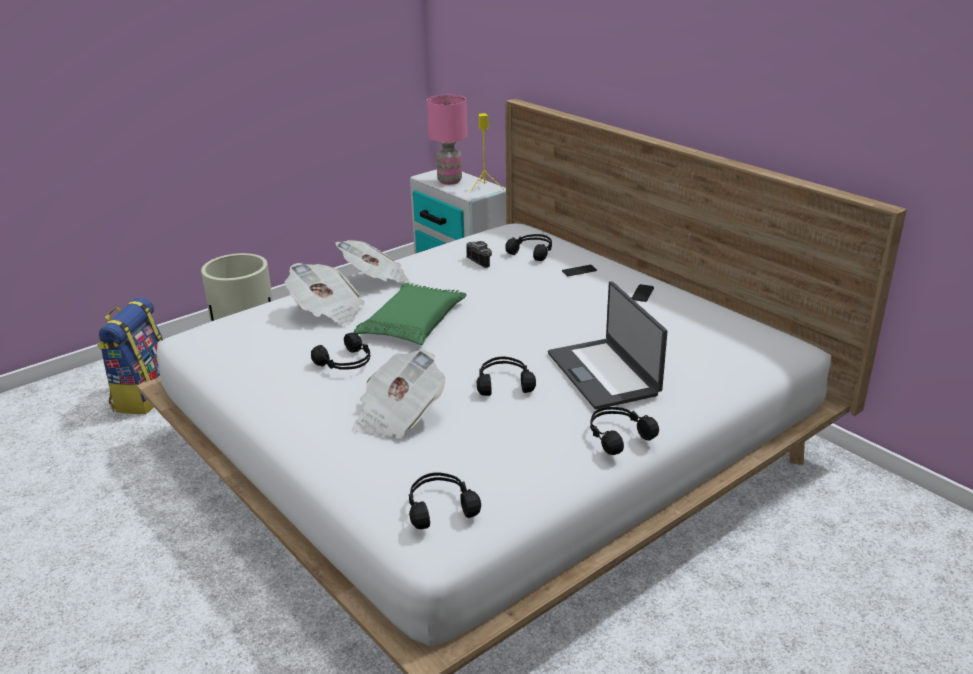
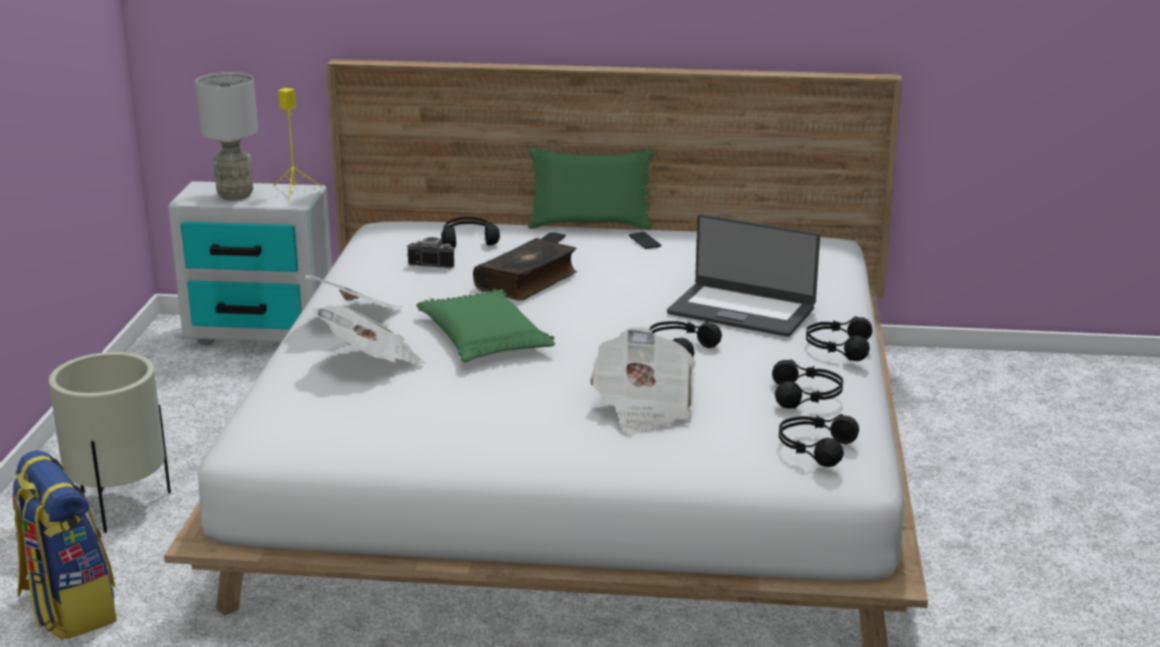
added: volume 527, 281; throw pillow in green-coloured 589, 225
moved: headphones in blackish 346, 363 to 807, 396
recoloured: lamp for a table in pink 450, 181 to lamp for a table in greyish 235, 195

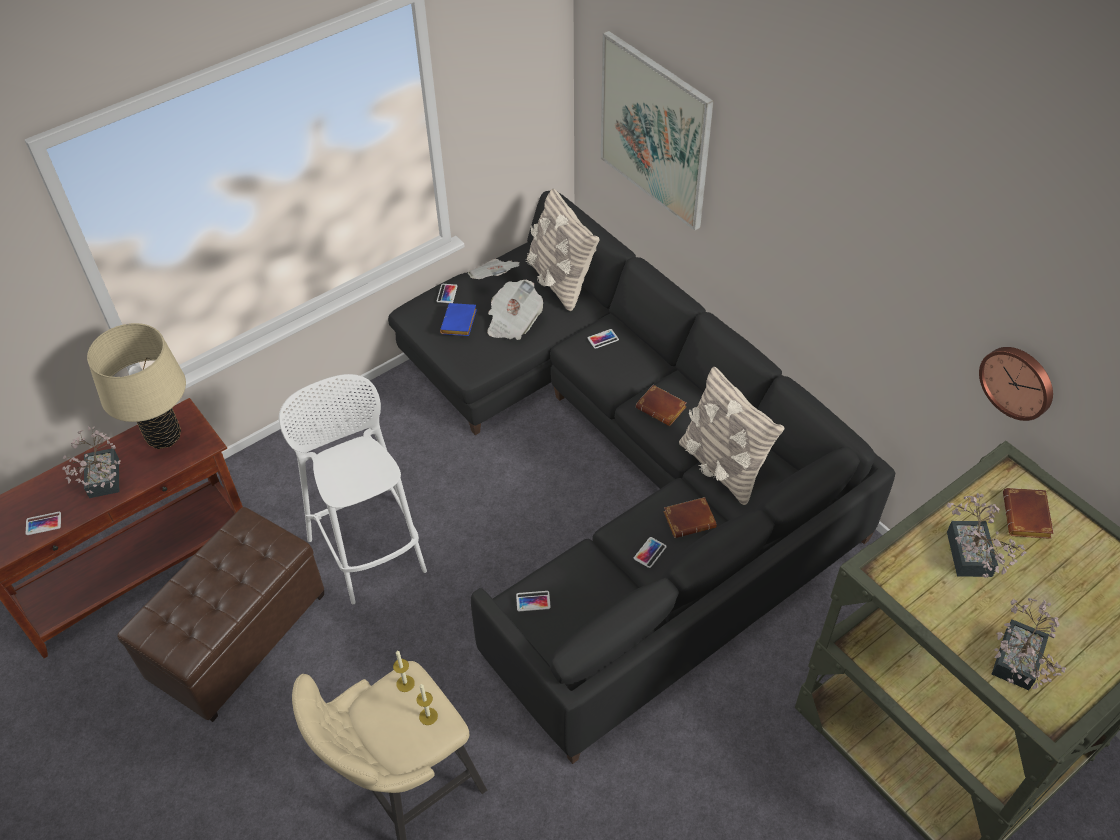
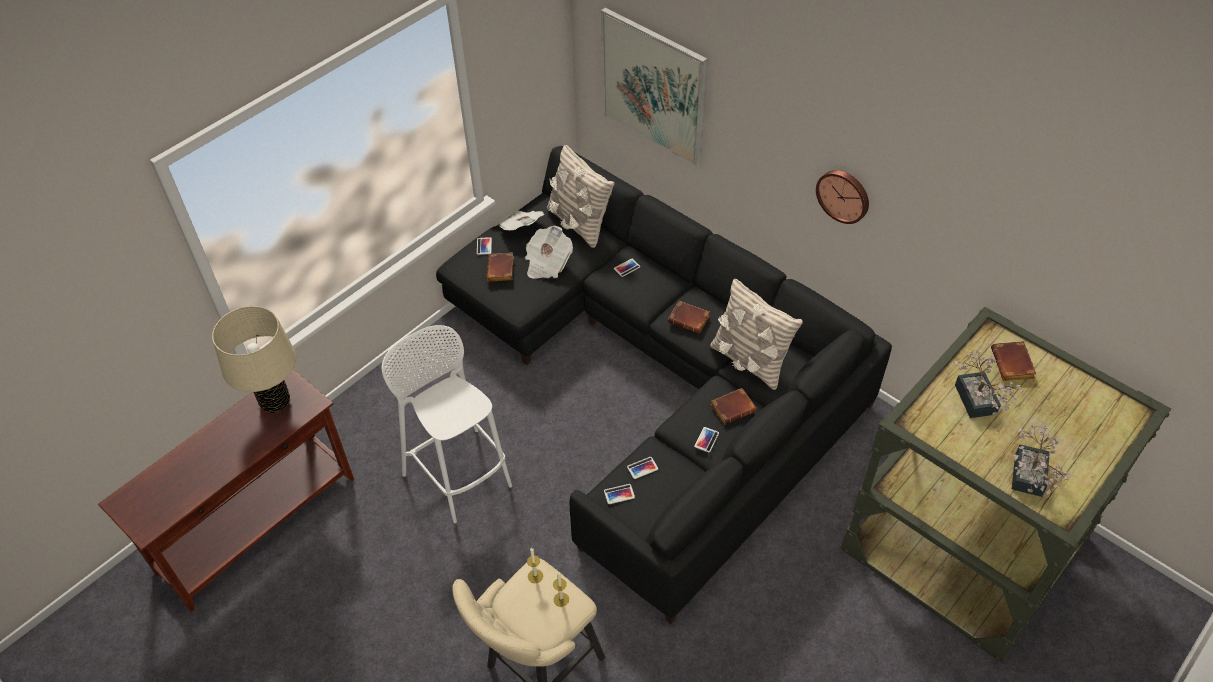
removed: houseplant 103, 483; pouffe in brown-coloured 238, 636
moved: telephone 43, 523 to 642, 468; wall clock 1018, 381 to 844, 195
recoloured: volume in blue 460, 323 to volume in brown-coloured 501, 270

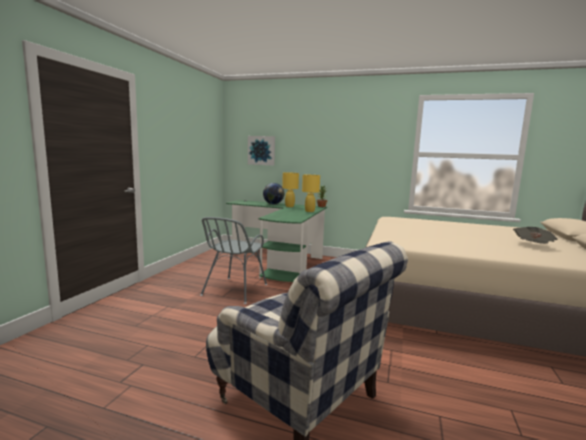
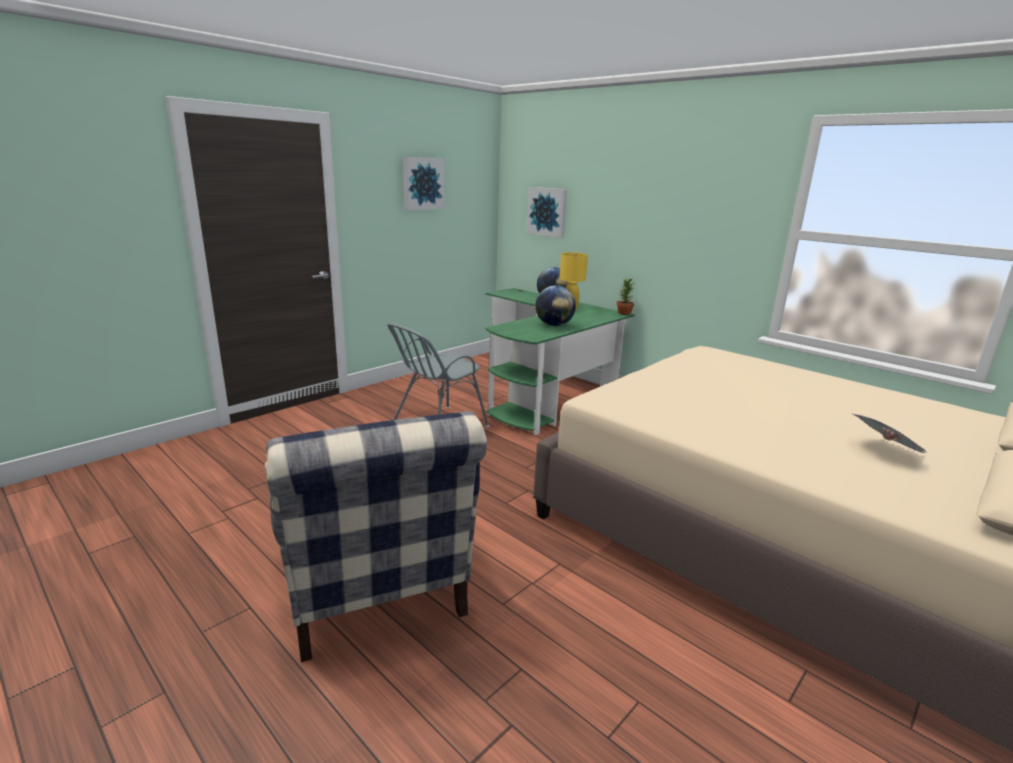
removed: lamp for a table in yellowish 309, 211
added: wall art 423, 183; globe 554, 325

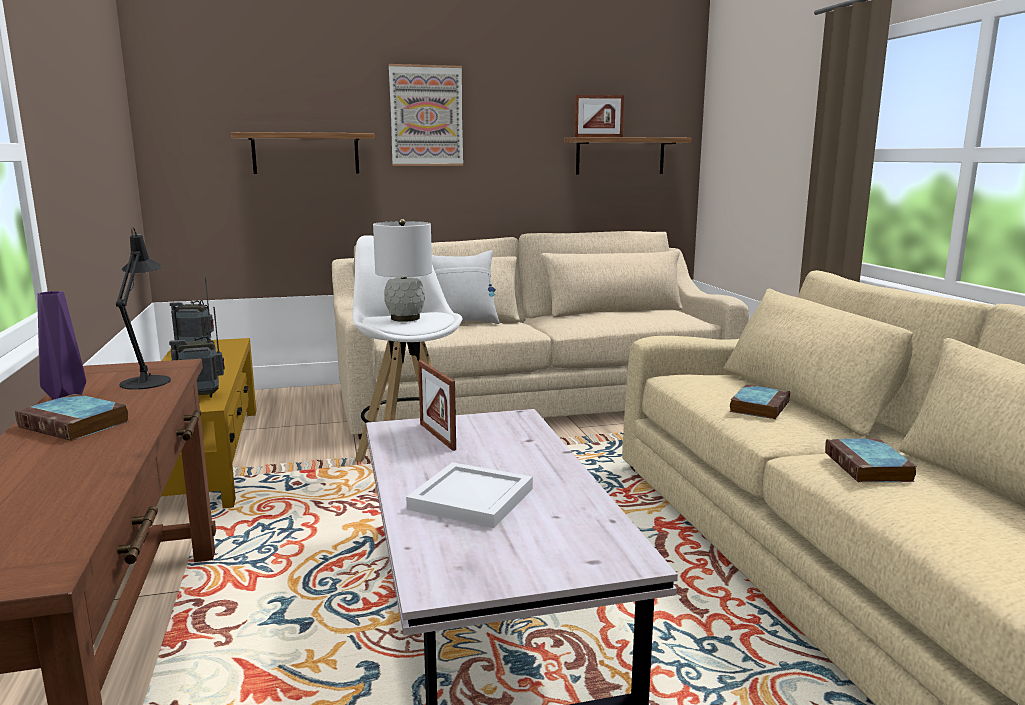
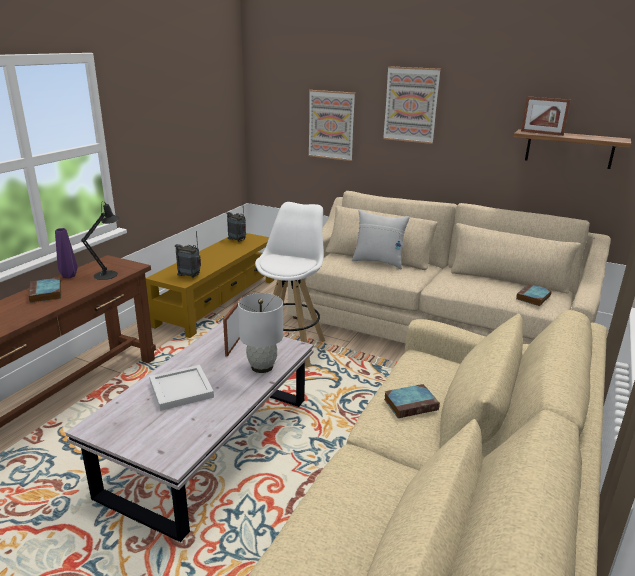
moved: lamp for a table in white 405, 318 to 262, 367; volume 869, 467 to 533, 298
replaced: wall shelf 306, 153 to wall art 331, 125

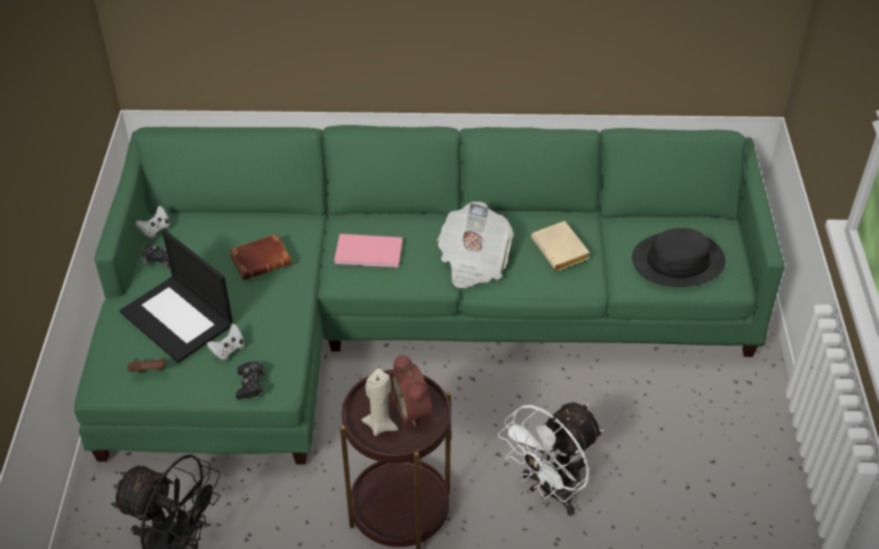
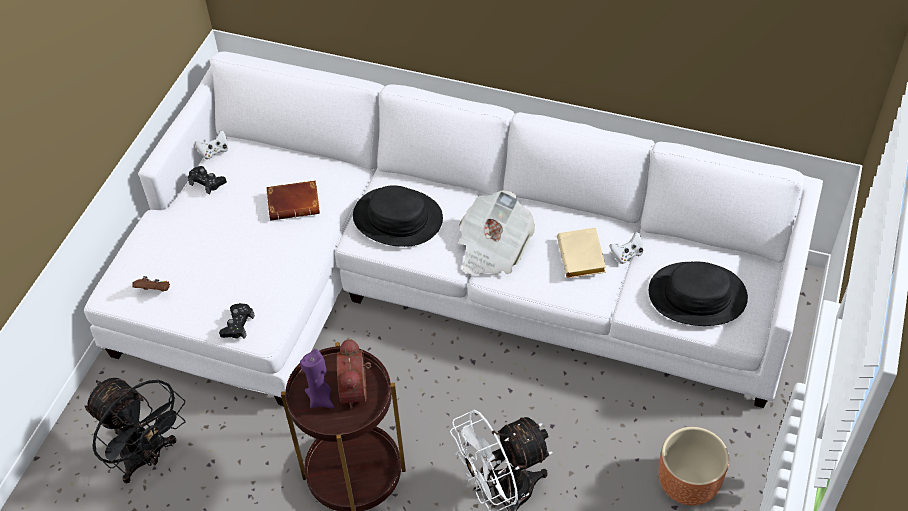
removed: notebook computer 178, 318
added: planter in brown-coloured 689, 484
moved: game controller in white 228, 350 to 627, 255
replaced: volume in pink 370, 253 to wearable hat in blackish 397, 218
recoloured: couch in green-coloured 401, 313 to couch in white 432, 278; wax candle in beige 380, 425 to wax candle in purplish 321, 399

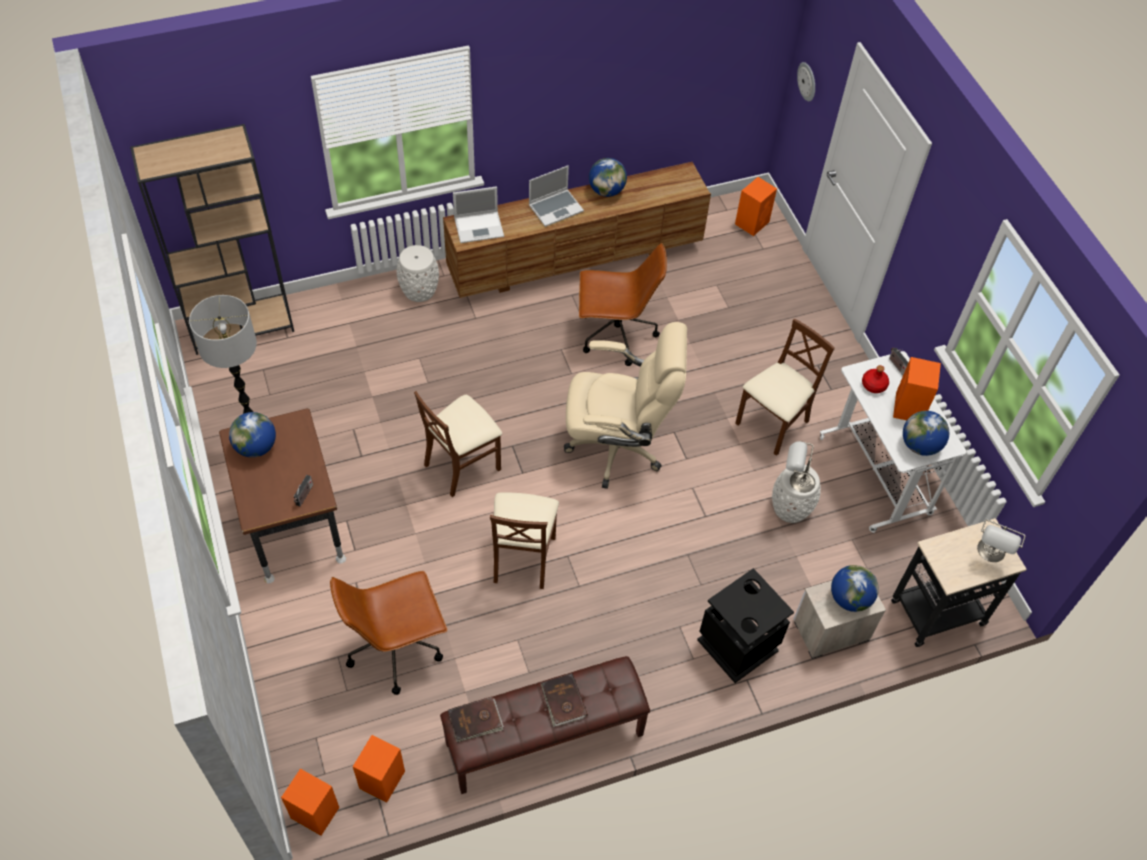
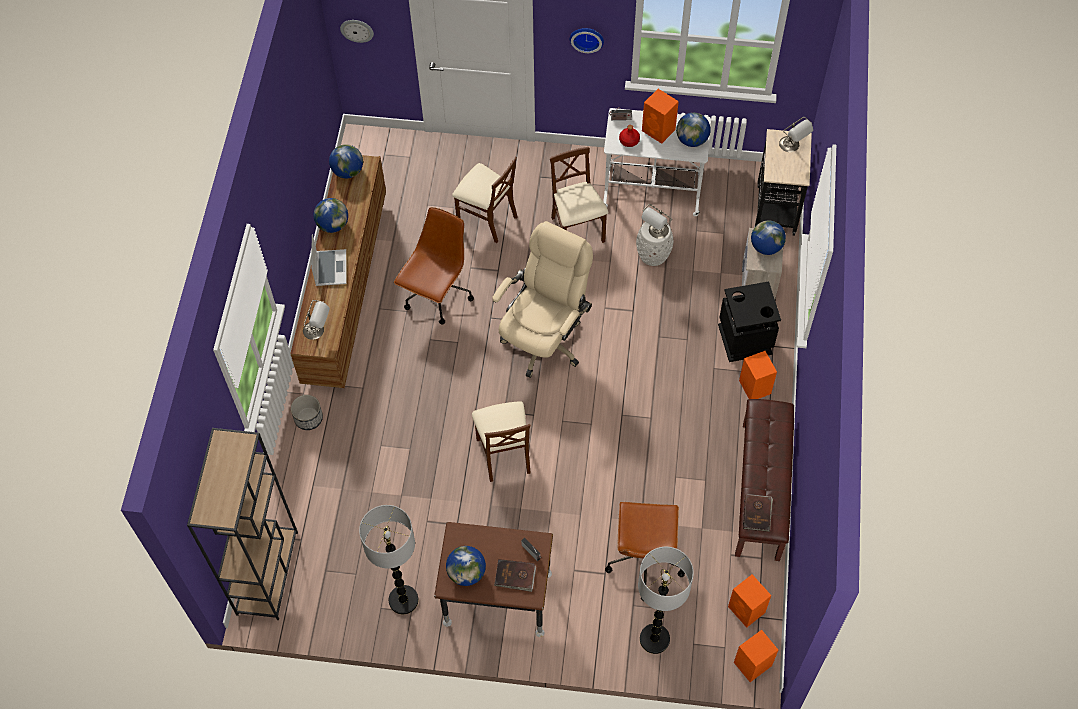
added: globe 348, 171; wall clock 587, 37; standing lamp 654, 639
moved: plain chair in brown-coloured 522, 558 to 487, 219; volume in brown-coloured 563, 701 to 515, 576; loudspeaker in orange-coloured 752, 222 to 754, 386
replaced: stool in white 419, 290 to planter 308, 418; notebook computer 480, 227 to lamp for a table in white 318, 330

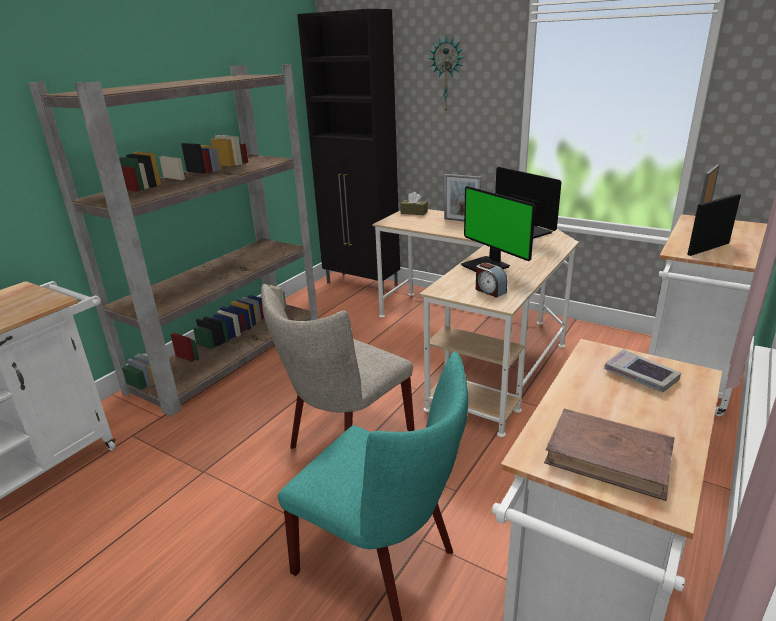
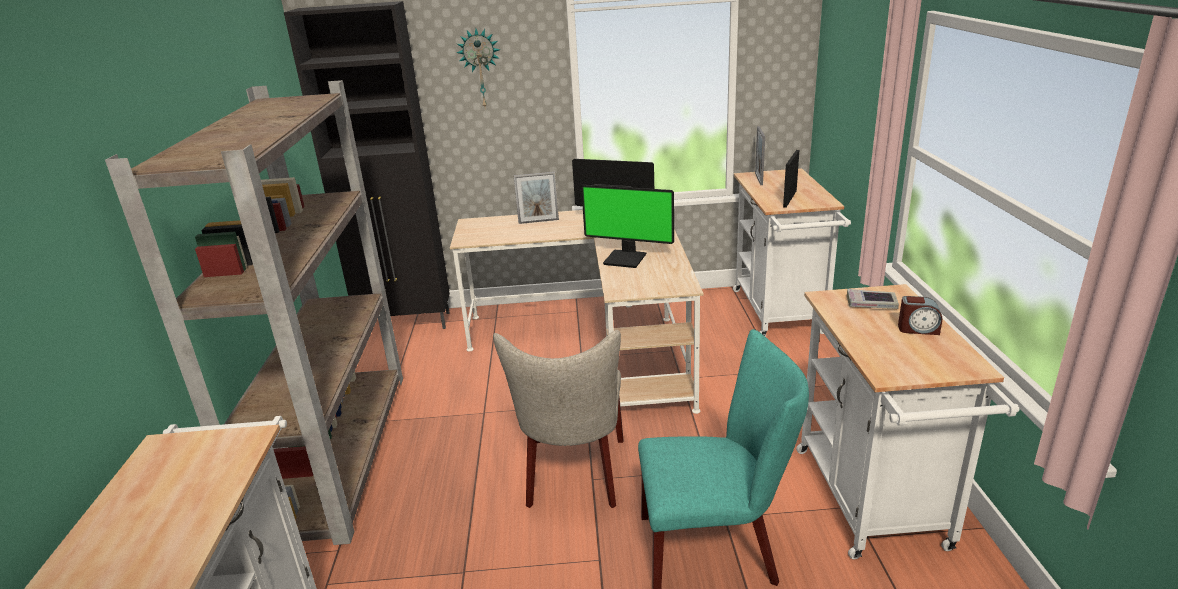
removed: tissue box in brown-coloured 414, 212; volume in brown-coloured 609, 457
moved: bedside clock 490, 291 to 918, 329

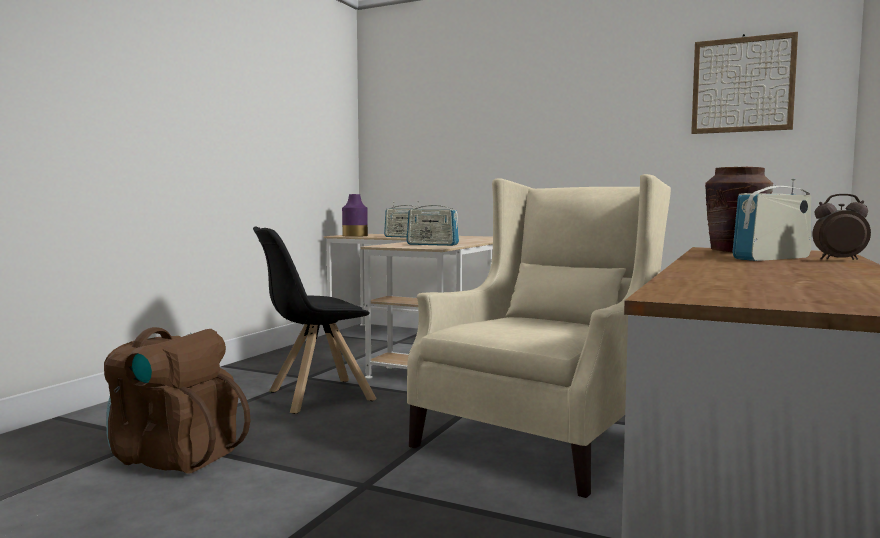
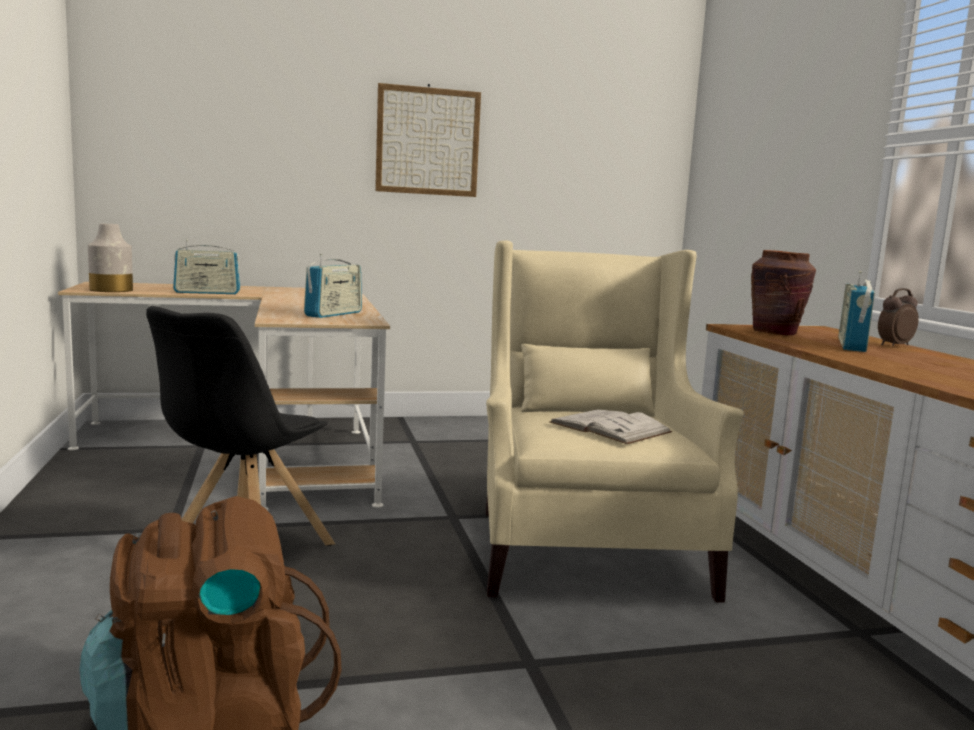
added: volume in white 610, 427
moved: wall art 742, 83 to 428, 139
recoloured: decorative vase in purplish 354, 235 to decorative vase in beige 110, 290
turned: radio 432, 244 = 333, 314 45 degrees counterclockwise

